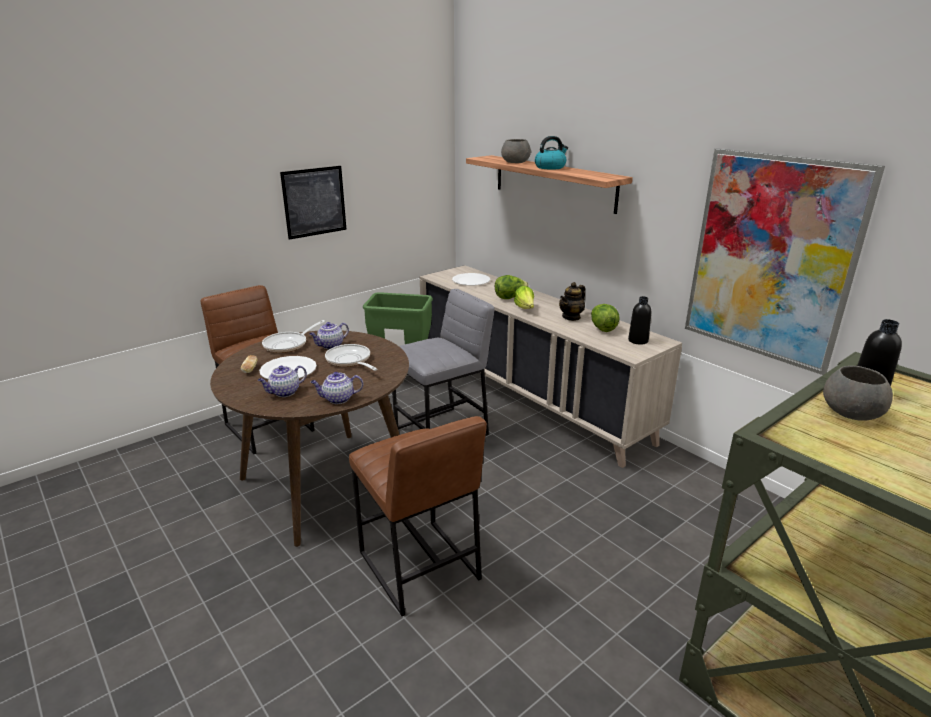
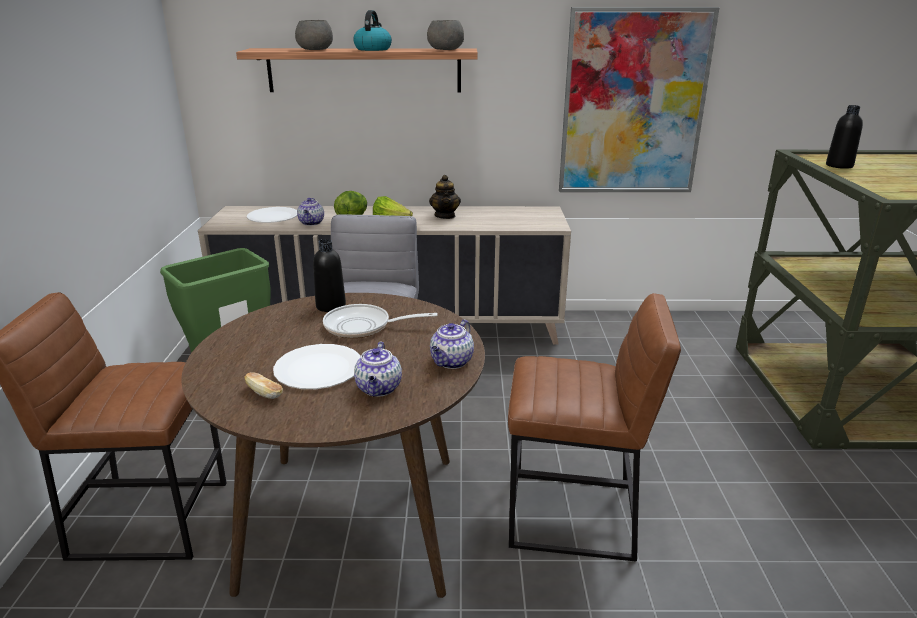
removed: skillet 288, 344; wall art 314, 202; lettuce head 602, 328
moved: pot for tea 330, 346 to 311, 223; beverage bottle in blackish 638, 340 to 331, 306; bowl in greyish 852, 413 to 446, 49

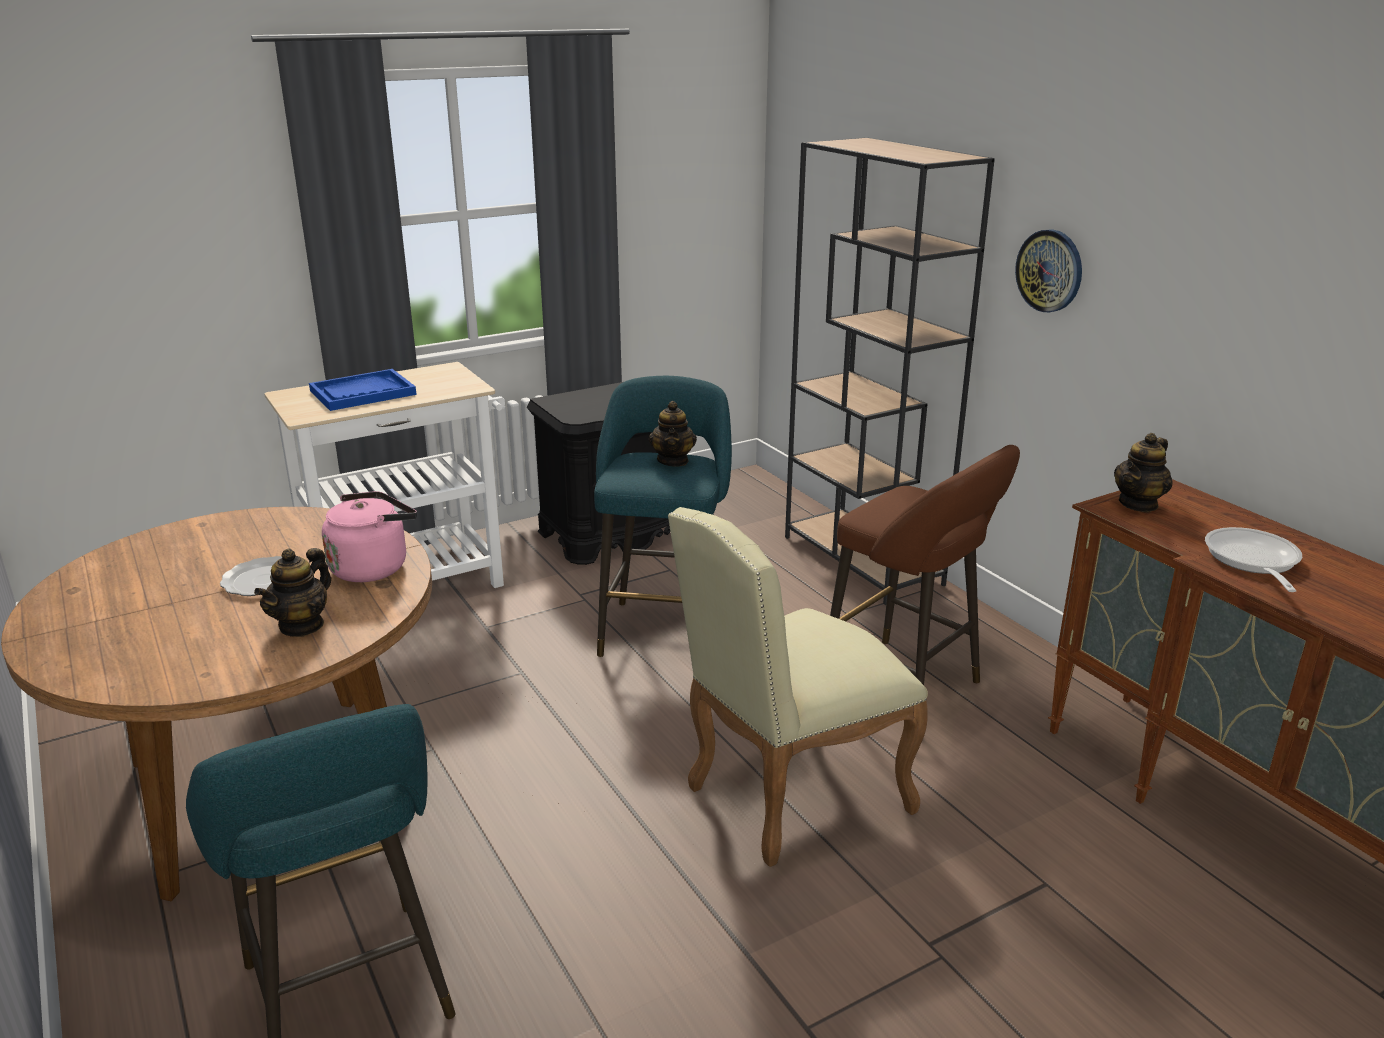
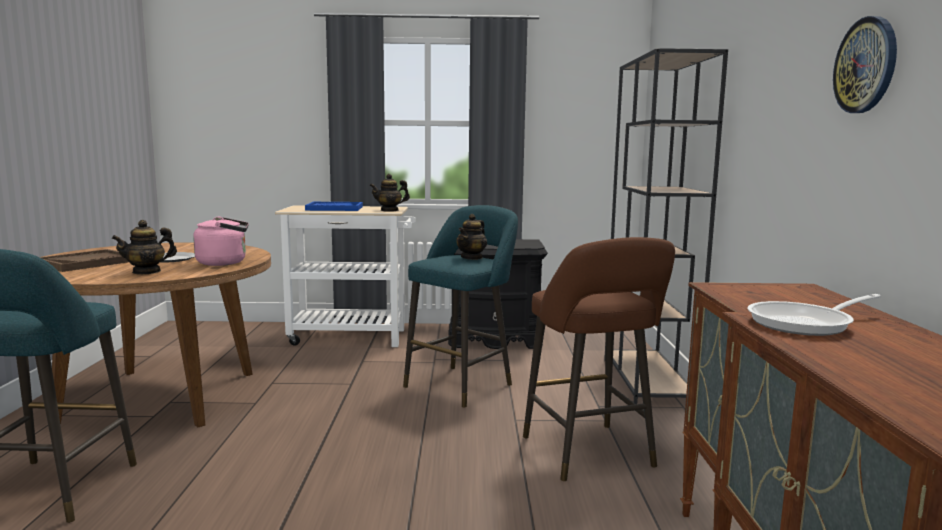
removed: plain chair in beige 790, 796
added: serving tray in brown-coloured 86, 263
moved: wall clock 1049, 270 to 866, 65; pot for tea 1138, 504 to 389, 210
turned: skillet 1252, 561 = 806, 324 150 degrees counterclockwise

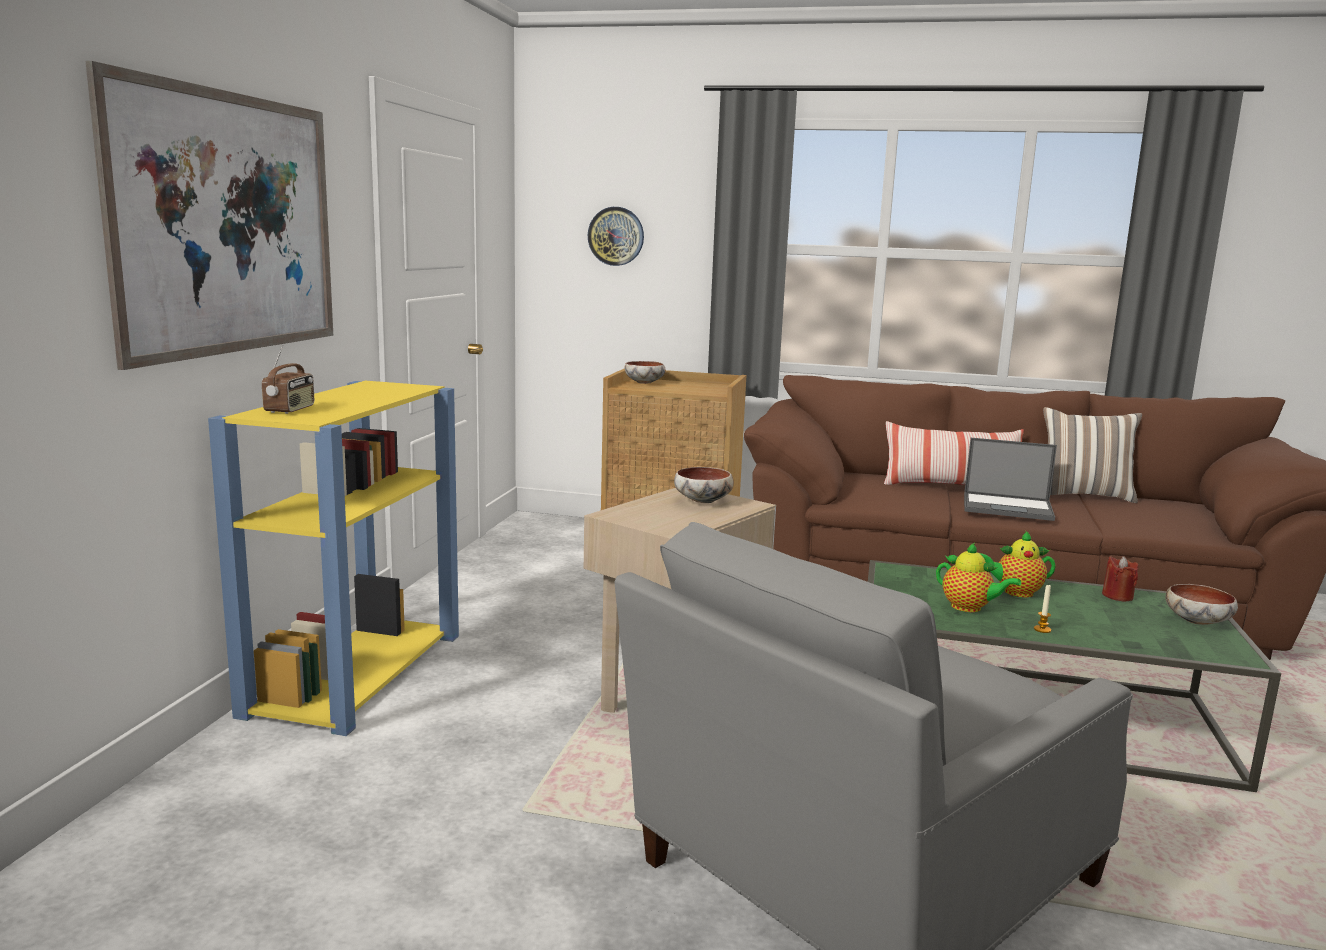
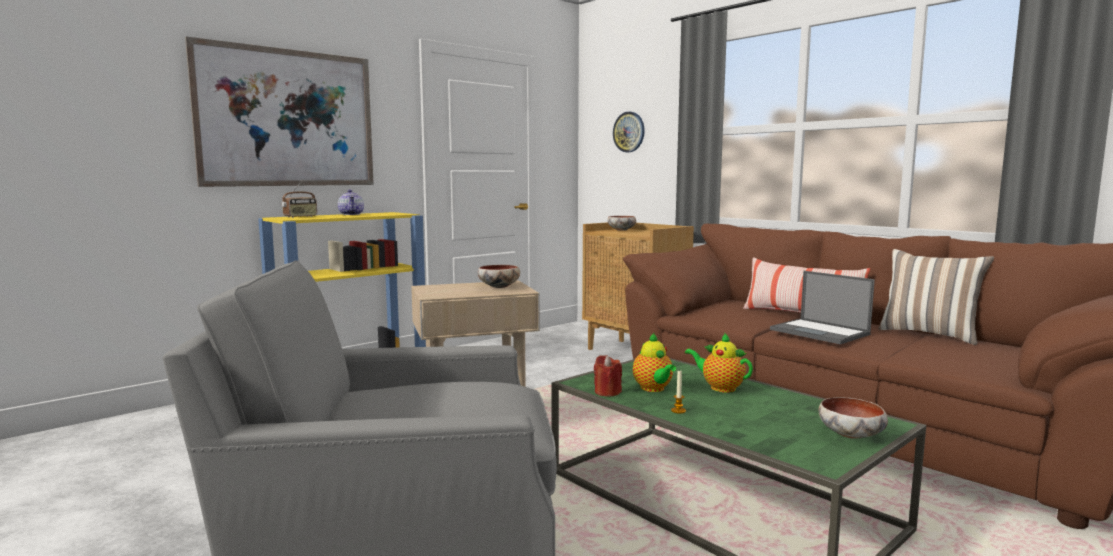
added: pot for tea 351, 214
moved: wax candle in reddish 1117, 596 to 607, 392

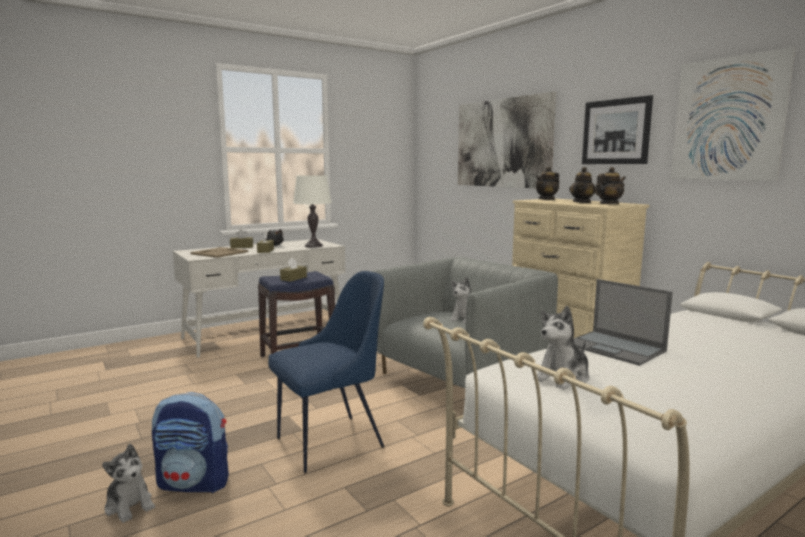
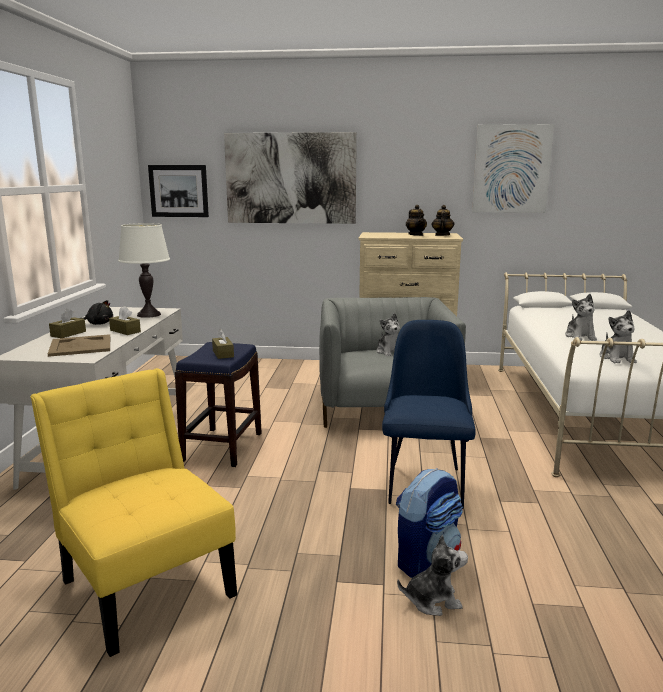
removed: pot for tea 547, 199
added: plain chair in yellowish 145, 582
moved: wall art 615, 132 to 178, 191
replaced: notebook computer 616, 348 to cuddly toy 580, 336

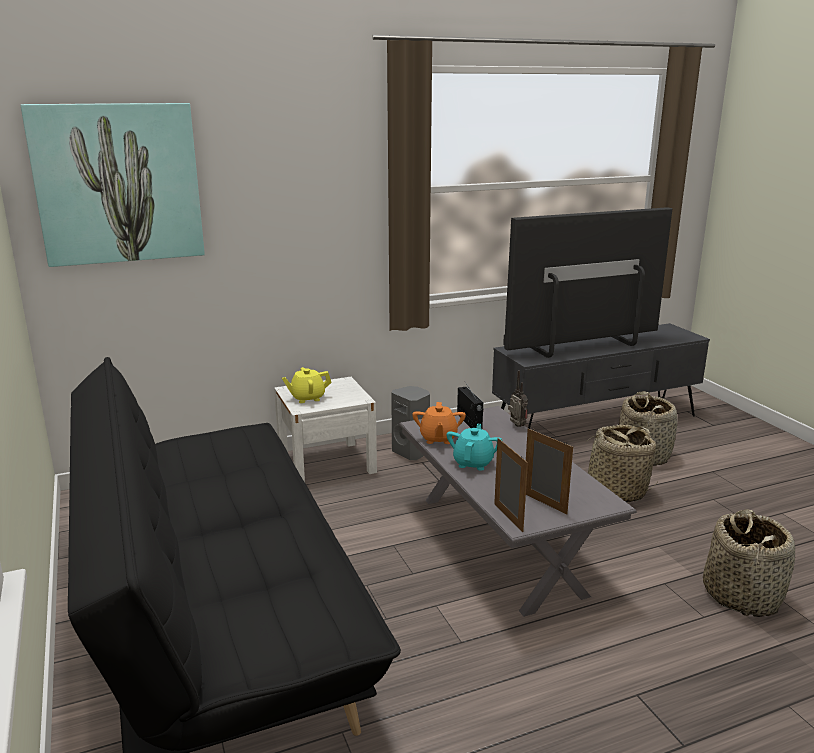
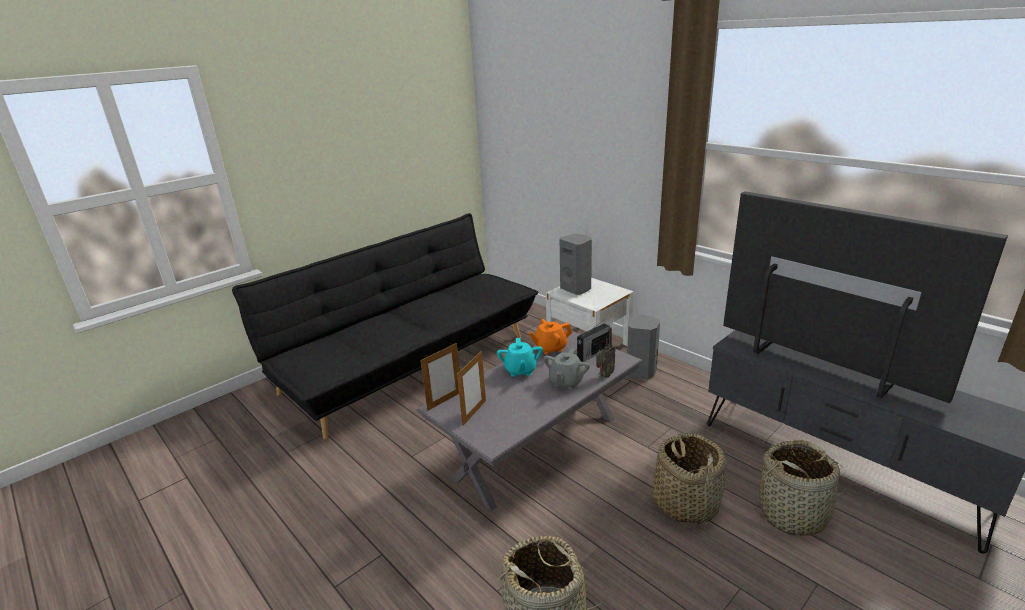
removed: wall art 118, 184
added: pot for tea in greyish 566, 382
replaced: pot for tea in yellowish 307, 398 to loudspeaker in greyish 576, 289
turned: pot for tea in turquoise-coloured 473, 463 = 520, 370 90 degrees clockwise

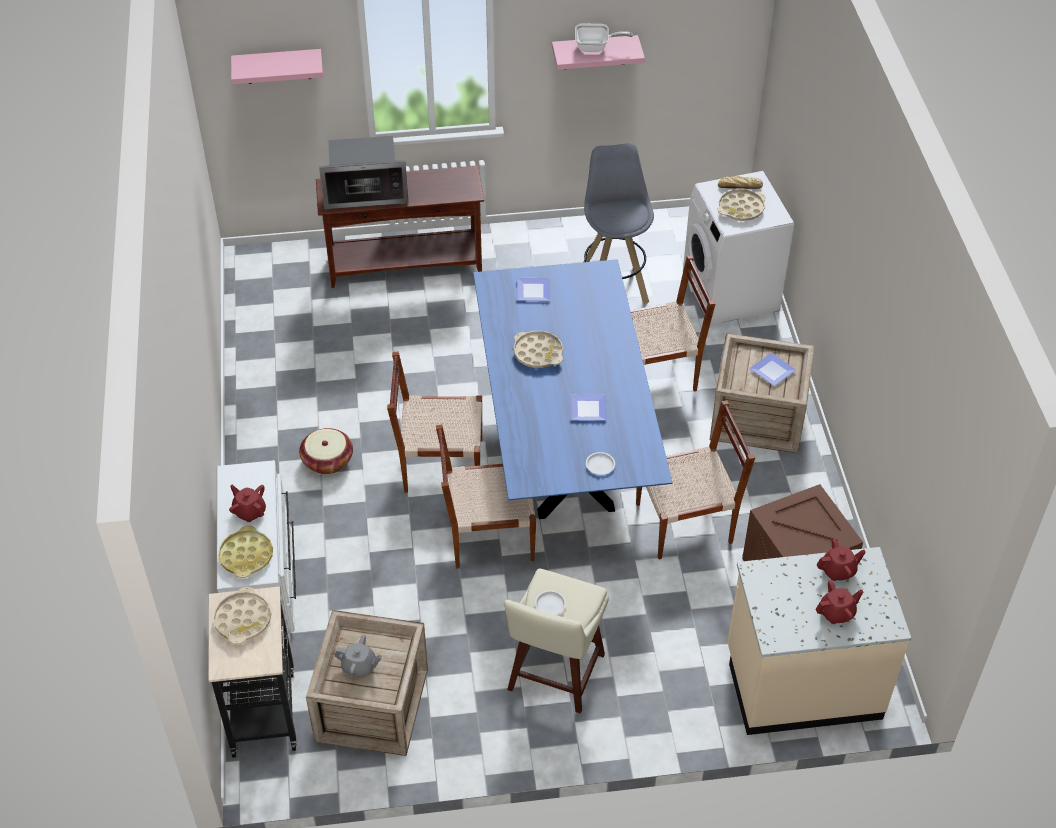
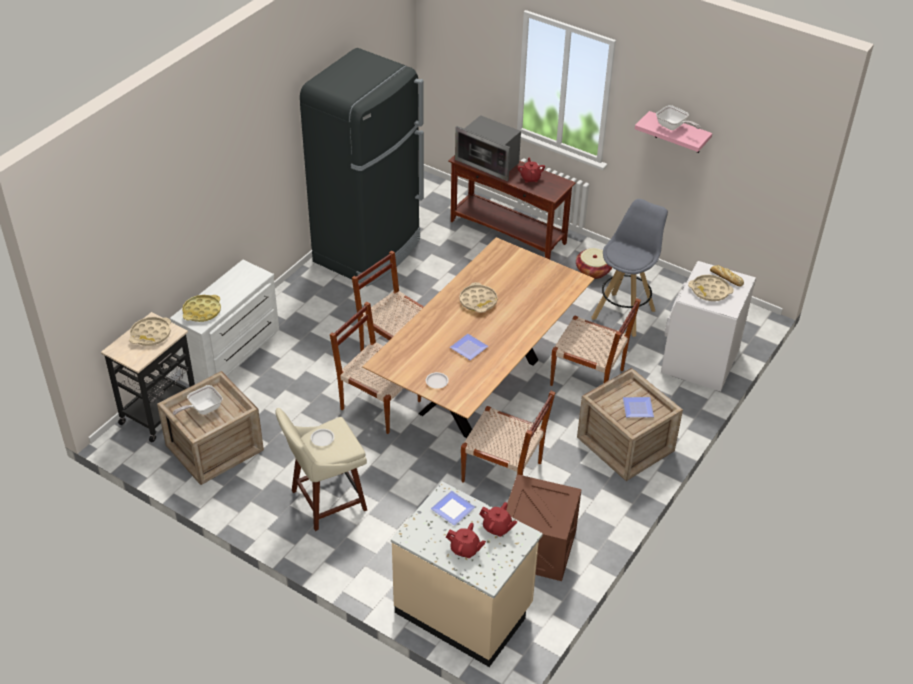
removed: wall shelf in pink 278, 66
added: refrigerator in blackish 368, 251
moved: pot for tea in reddish 249, 511 to 530, 178; storage basket 327, 460 to 593, 271; plate 532, 290 to 452, 508
replaced: pot for tea in greyish 359, 667 to skillet 202, 409
recoloured: dinner table in blue 564, 448 to dinner table in brown-coloured 480, 386

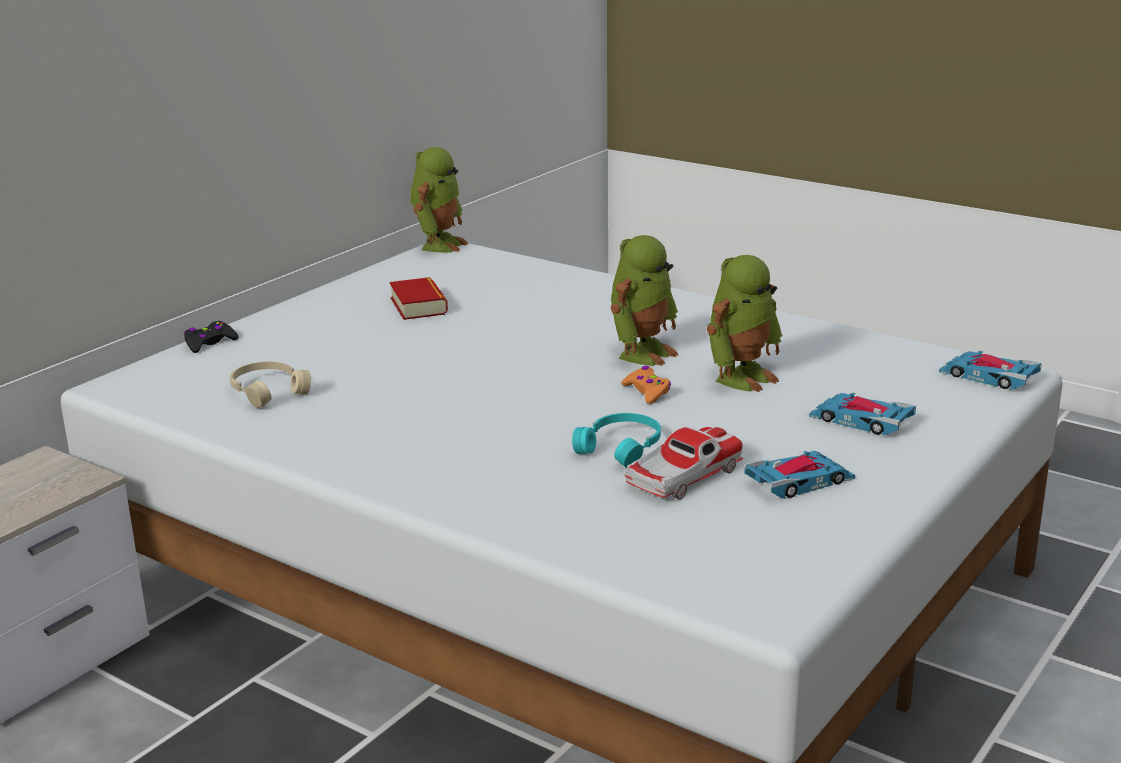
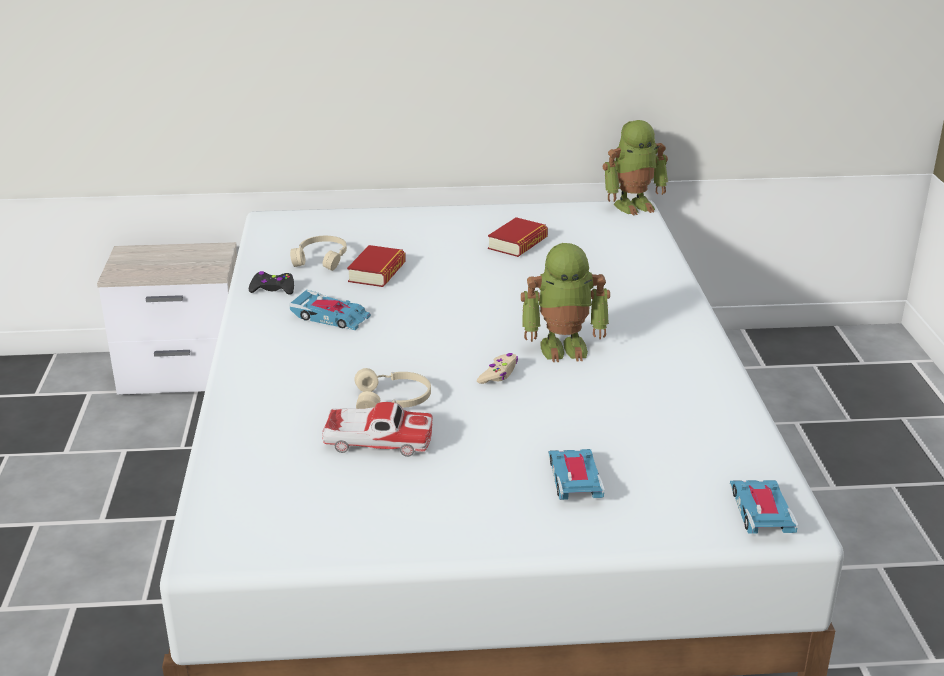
removed: model robot 741, 377
added: volume 377, 272
moved: game controller in blackish 209, 343 to 273, 289; miniature car 799, 481 to 330, 317
recoloured: headphones in turquoise-coloured 622, 448 to headphones in beige 393, 401; game controller in orange-coloured 647, 391 to game controller in beige 498, 374

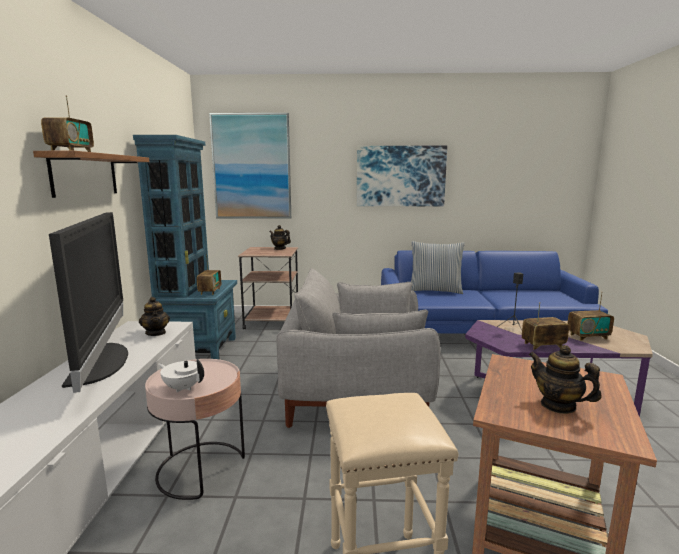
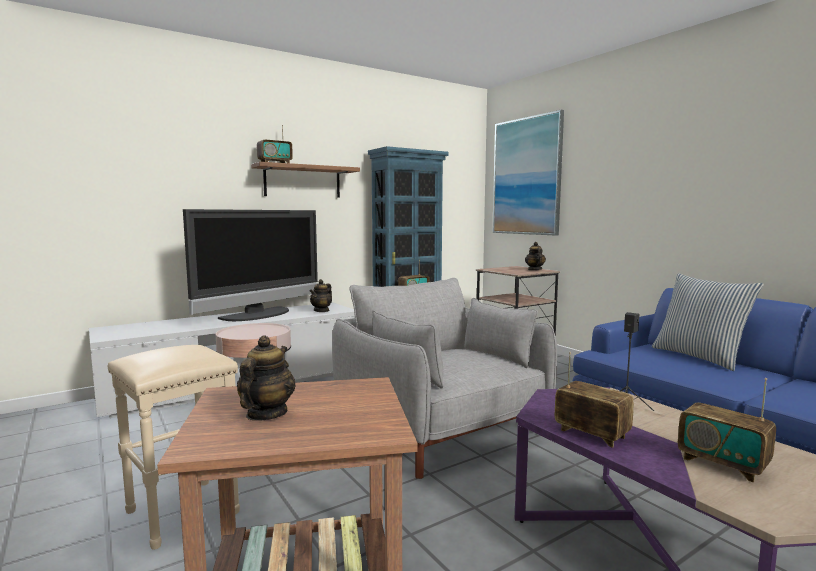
removed: pot for tea in white 183, 388; wall art 400, 176

